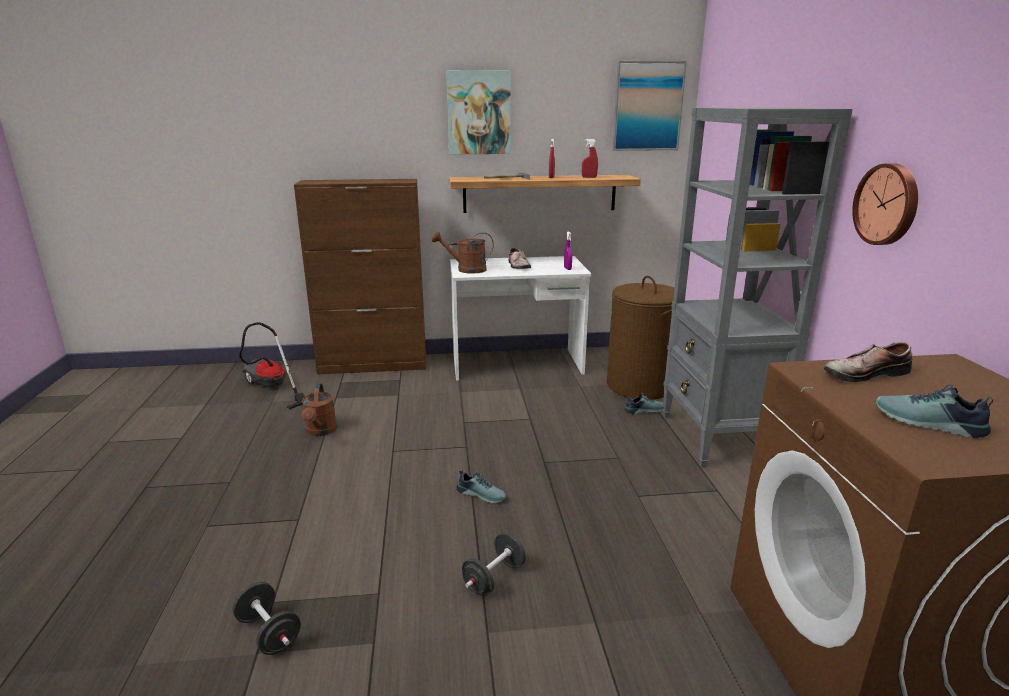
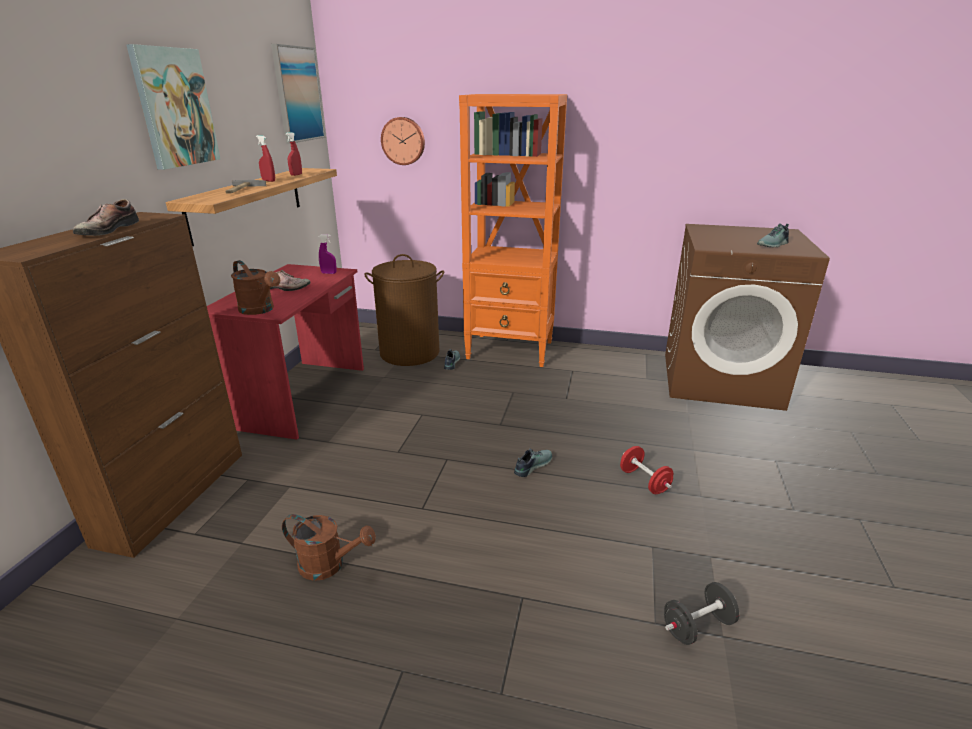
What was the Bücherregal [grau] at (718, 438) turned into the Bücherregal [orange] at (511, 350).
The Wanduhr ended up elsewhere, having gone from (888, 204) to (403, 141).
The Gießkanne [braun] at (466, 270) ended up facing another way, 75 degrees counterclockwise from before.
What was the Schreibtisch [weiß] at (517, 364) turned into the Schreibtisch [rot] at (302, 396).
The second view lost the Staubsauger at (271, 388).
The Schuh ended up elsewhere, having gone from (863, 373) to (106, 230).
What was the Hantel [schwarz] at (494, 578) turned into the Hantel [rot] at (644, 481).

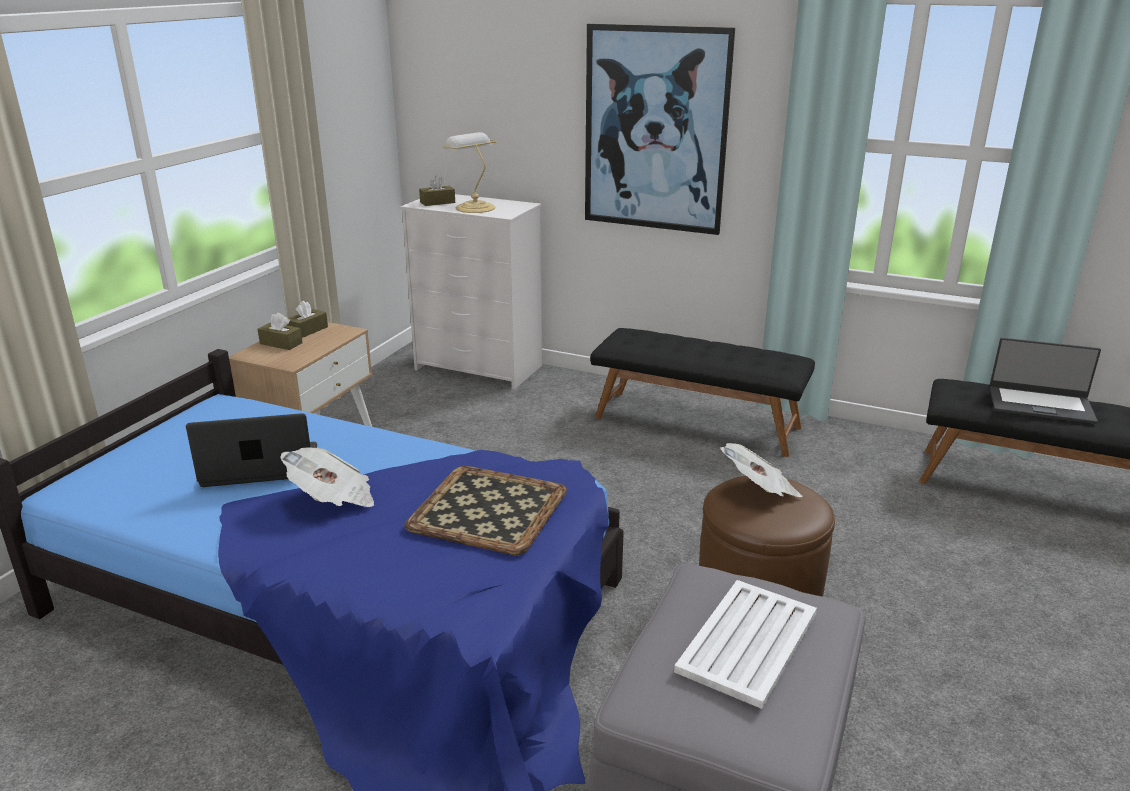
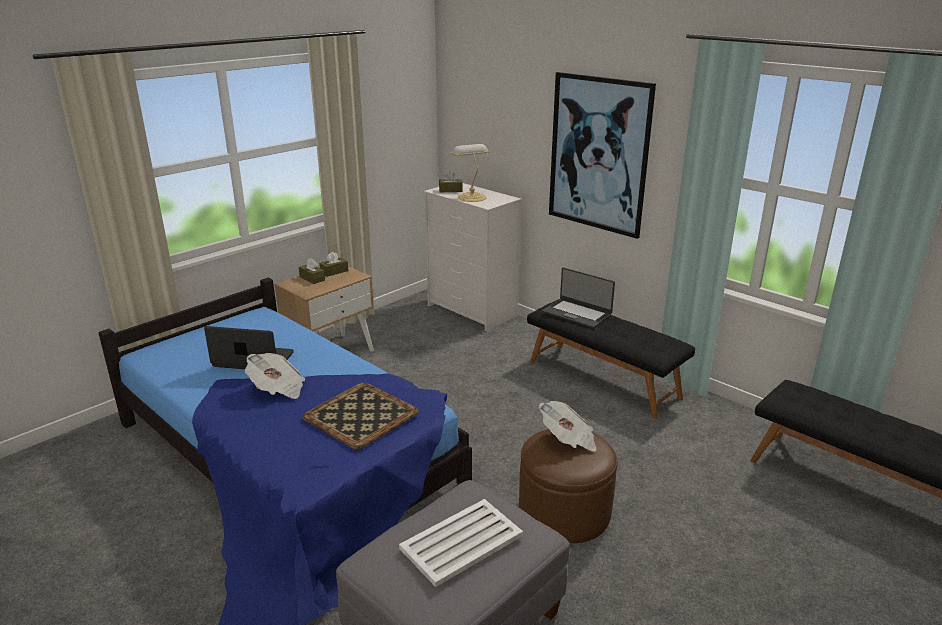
The Laptop ended up elsewhere, having gone from (1040, 405) to (577, 313).

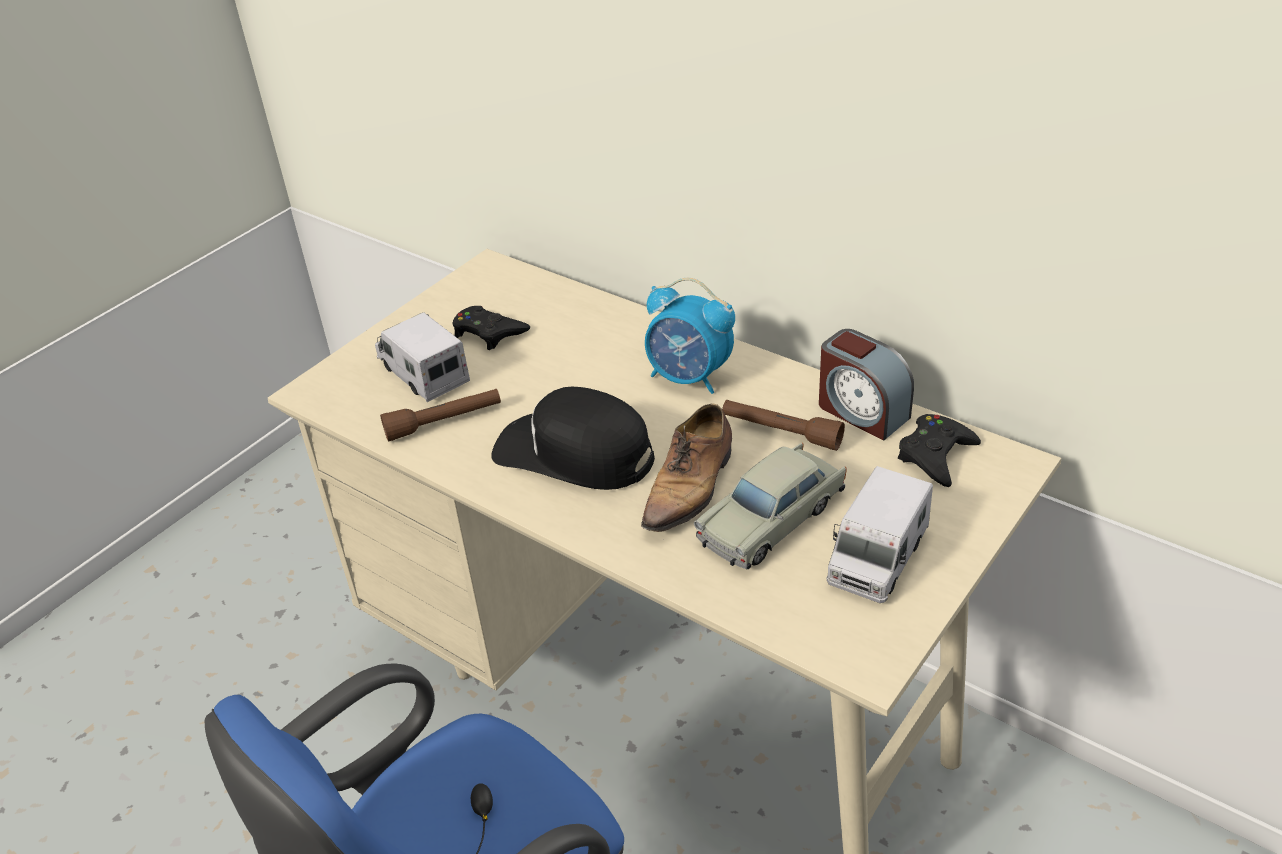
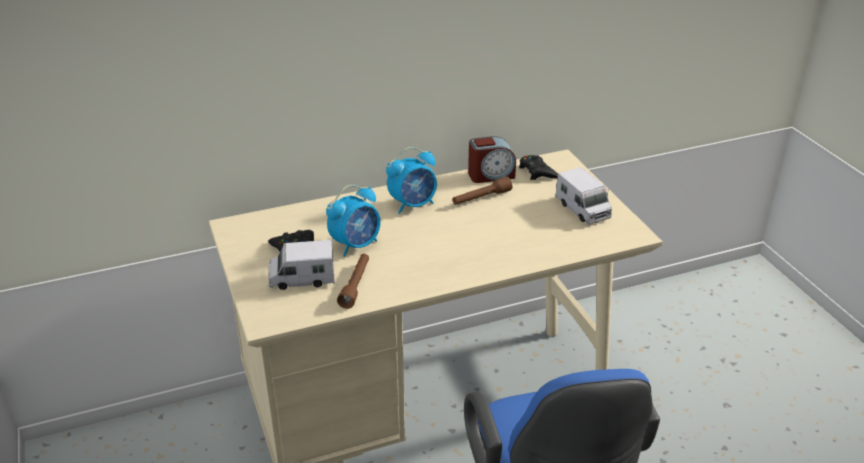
The second view lost the Kappe [schwarz] at (574, 453).
The second view lost the Schuh at (690, 486).
The second view lost the Spielzeugauto [beige] at (772, 520).
The second view gained the Wecker at (356, 245).

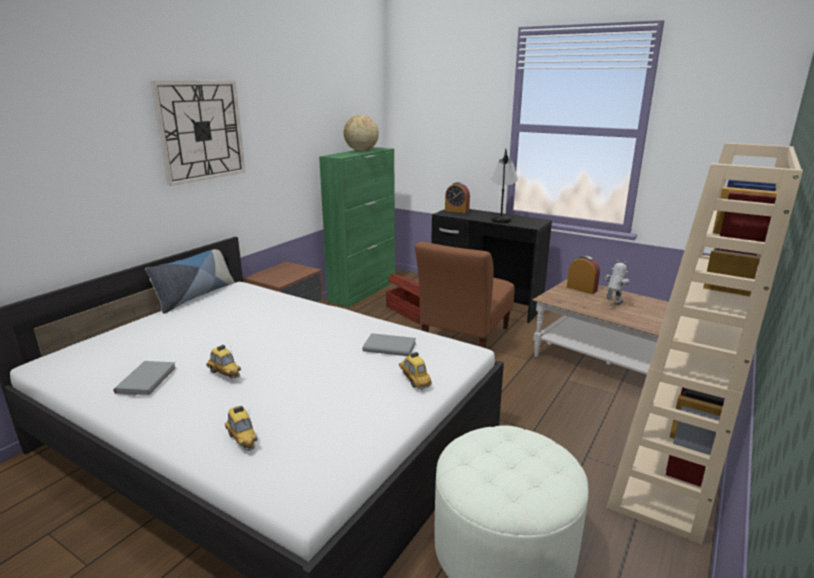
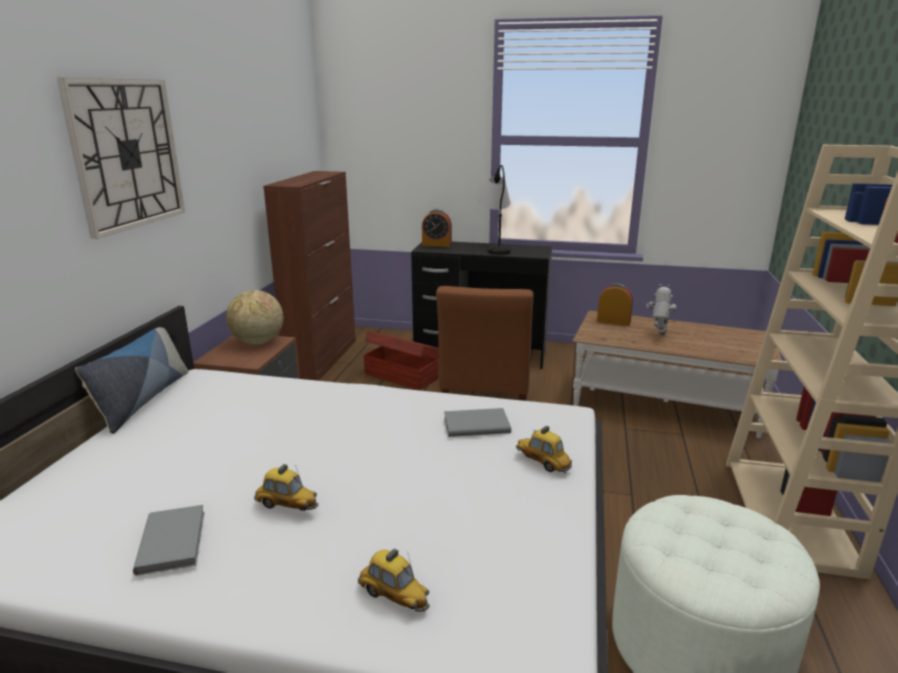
The Globus ended up elsewhere, having gone from (361, 151) to (257, 342).
What was the Schrank [grün] at (363, 291) turned into the Schrank [braun] at (322, 358).

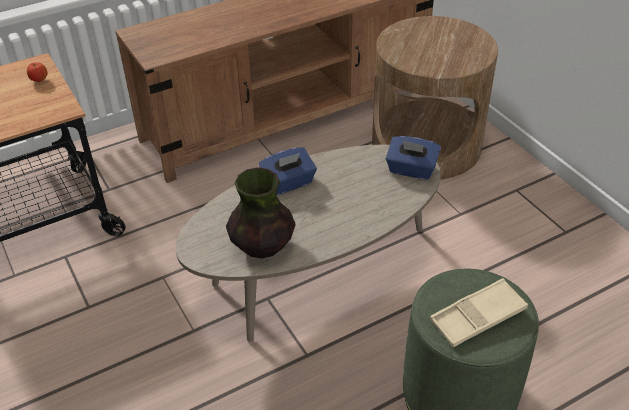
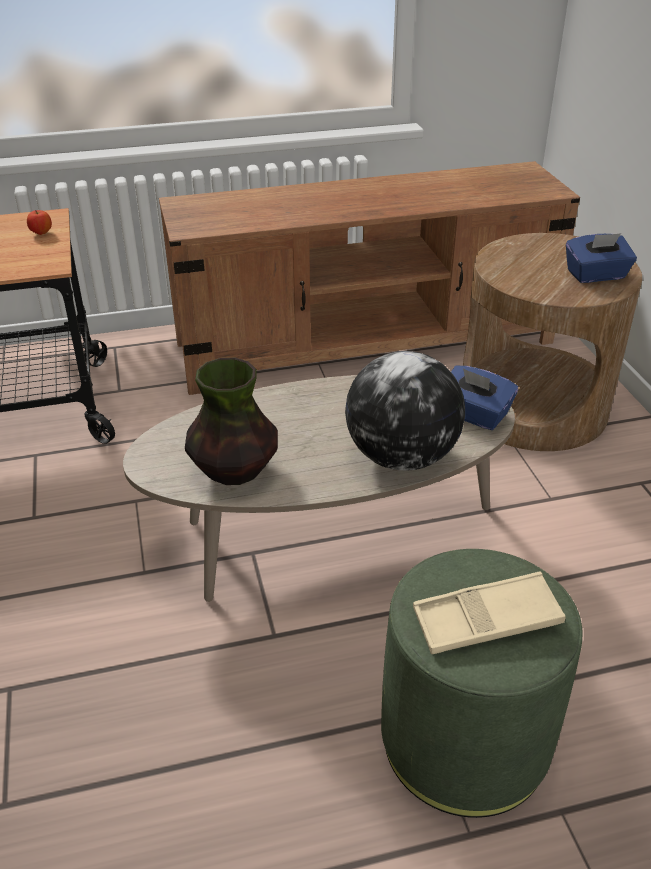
The Taschentuchbox [blau] ended up elsewhere, having gone from (289, 183) to (596, 275).
The second view gained the Globus at (401, 457).

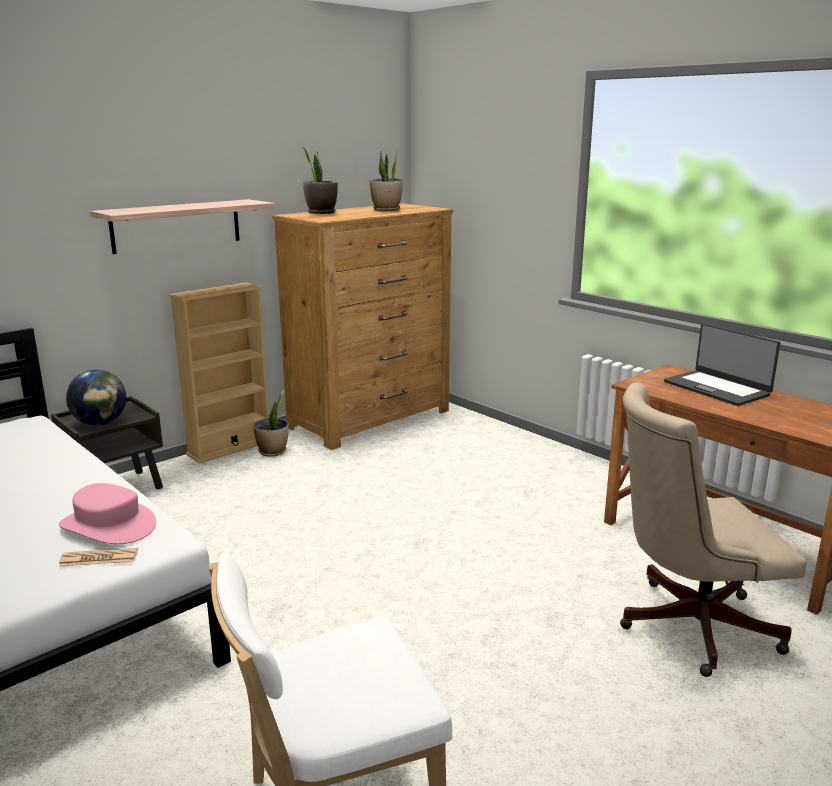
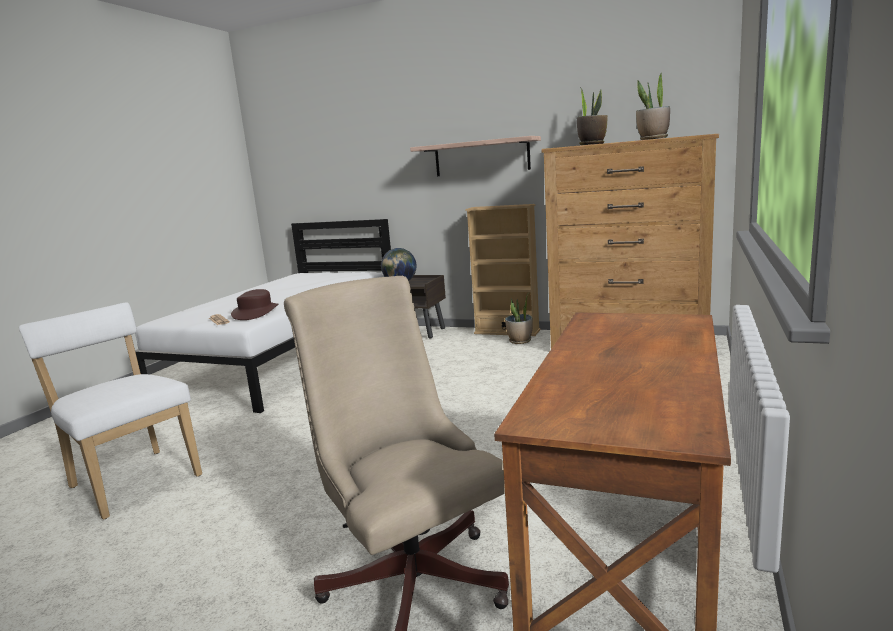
The second view lost the Laptop at (717, 388).
What was the Hut [rosa] at (109, 525) turned into the Hut [braun] at (256, 312).

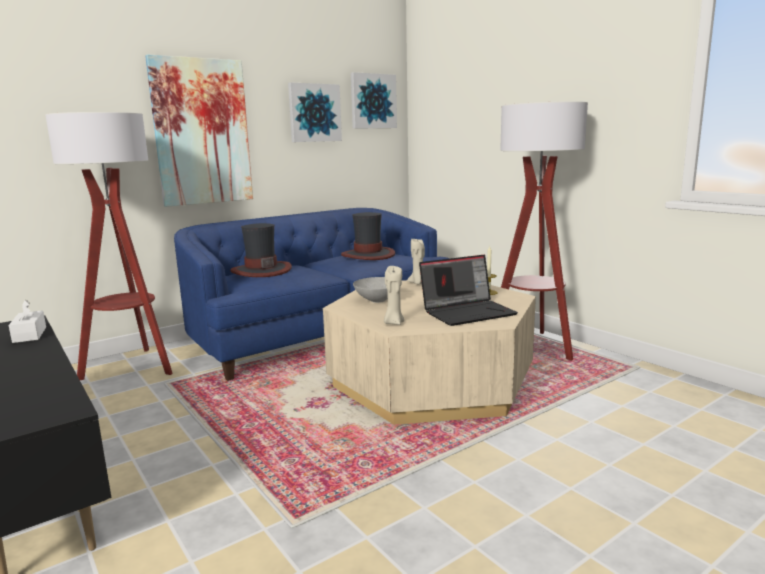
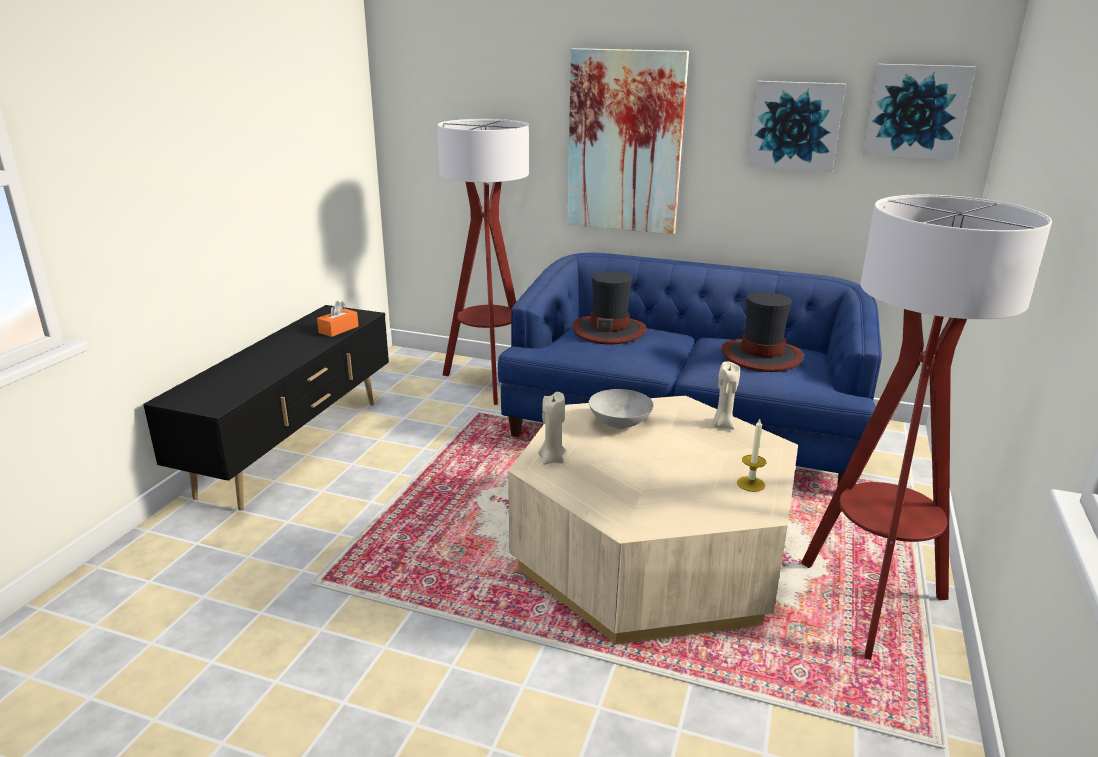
The second view lost the Laptop at (468, 312).
What was the Taschentuchbox [weiß] at (29, 335) turned into the Taschentuchbox [orange] at (338, 329).

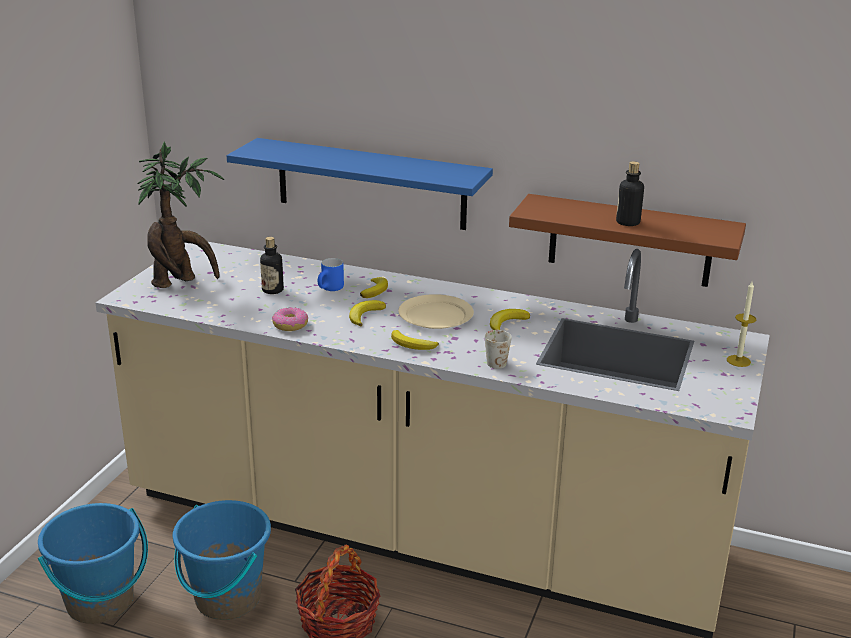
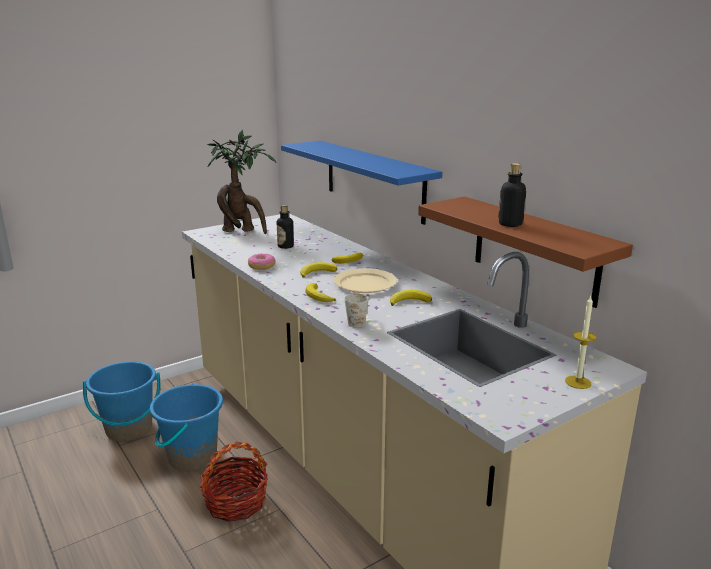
The second view lost the Henkelbecher [blau] at (331, 290).

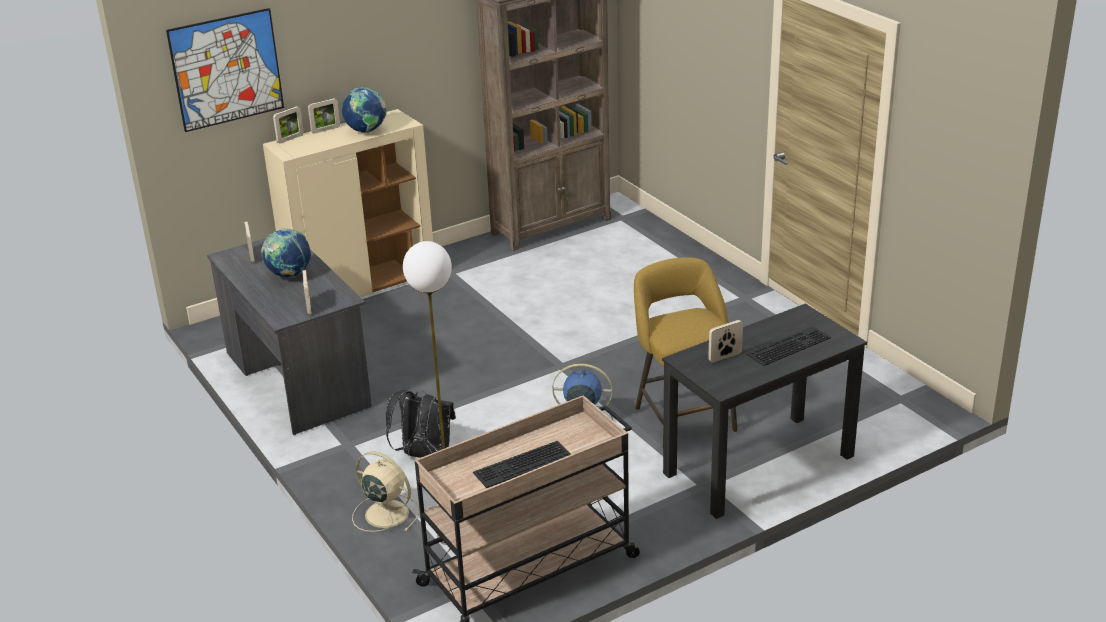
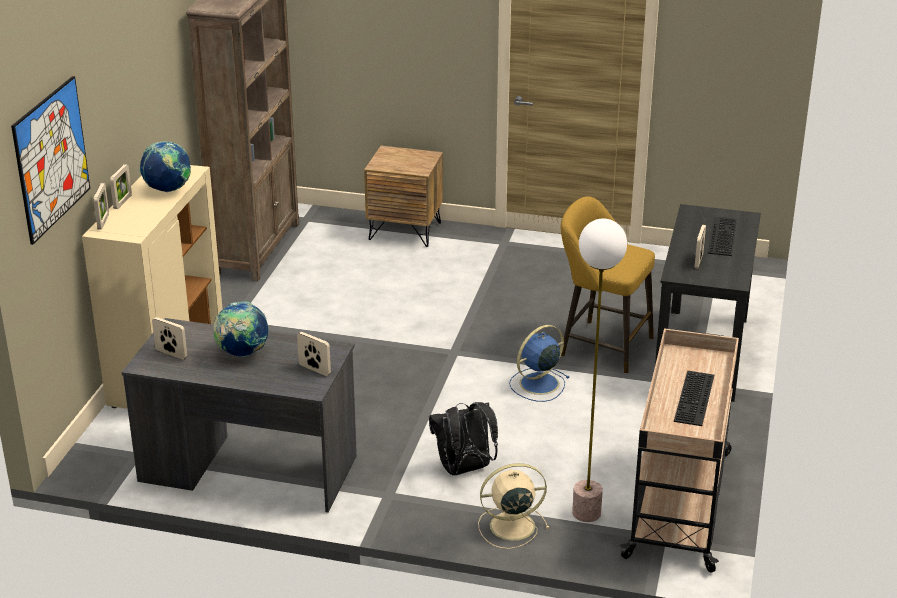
The second view gained the Nachttisch [braun] at (405, 231).

